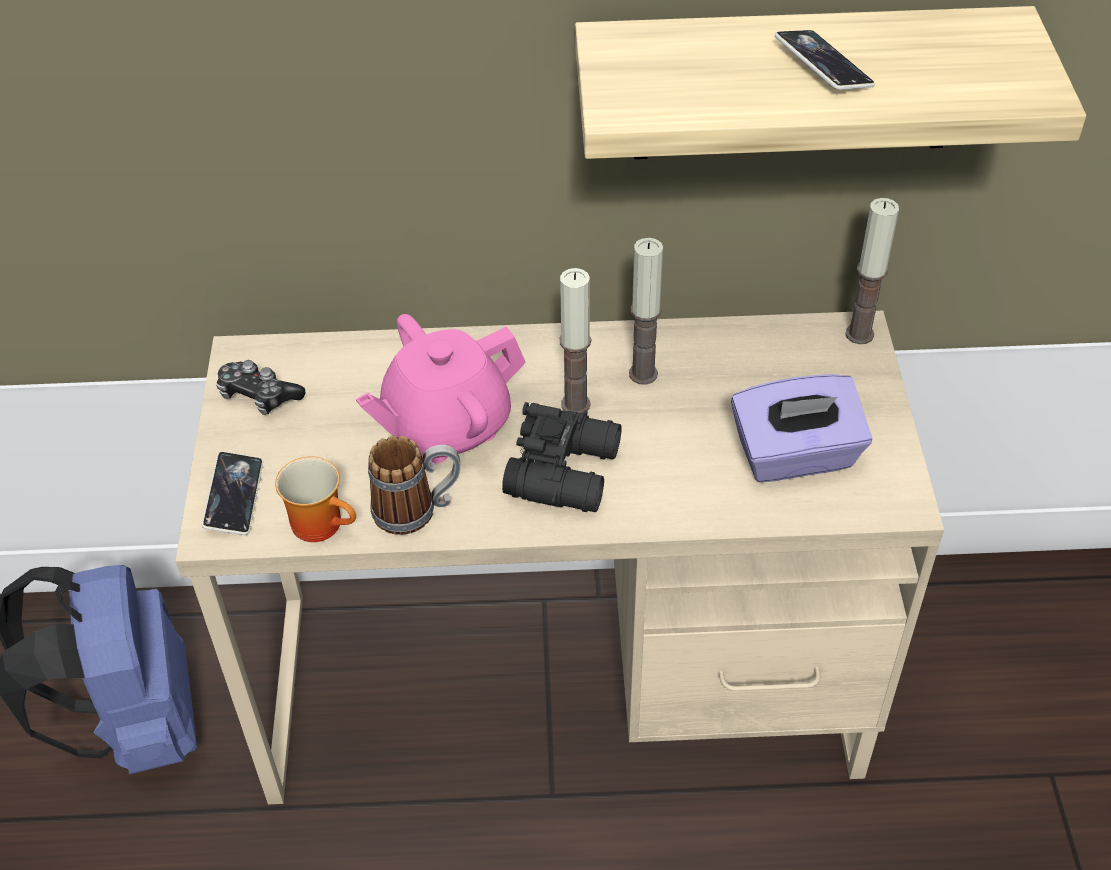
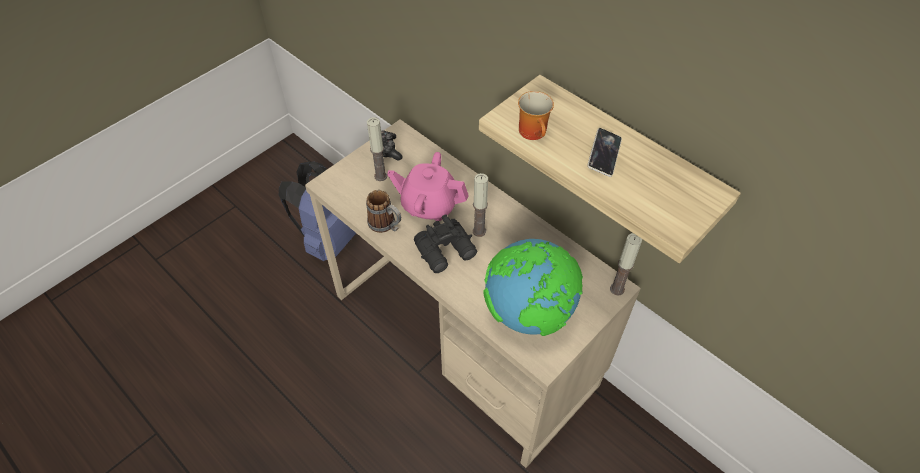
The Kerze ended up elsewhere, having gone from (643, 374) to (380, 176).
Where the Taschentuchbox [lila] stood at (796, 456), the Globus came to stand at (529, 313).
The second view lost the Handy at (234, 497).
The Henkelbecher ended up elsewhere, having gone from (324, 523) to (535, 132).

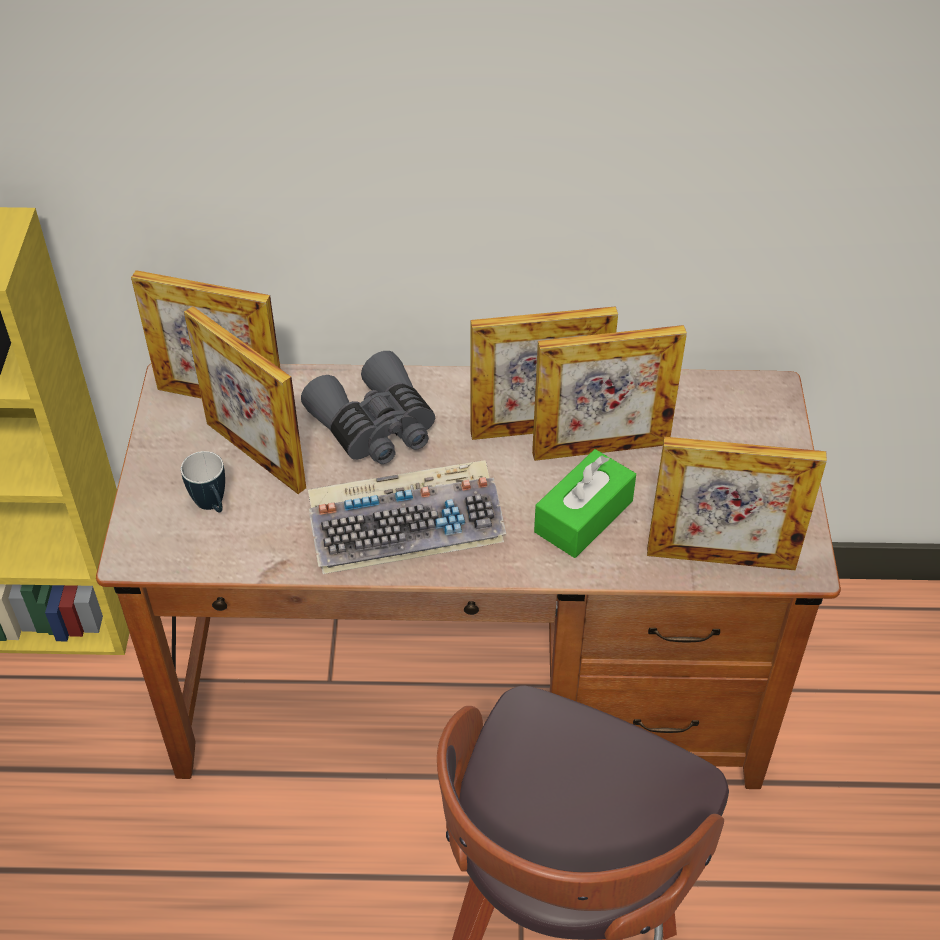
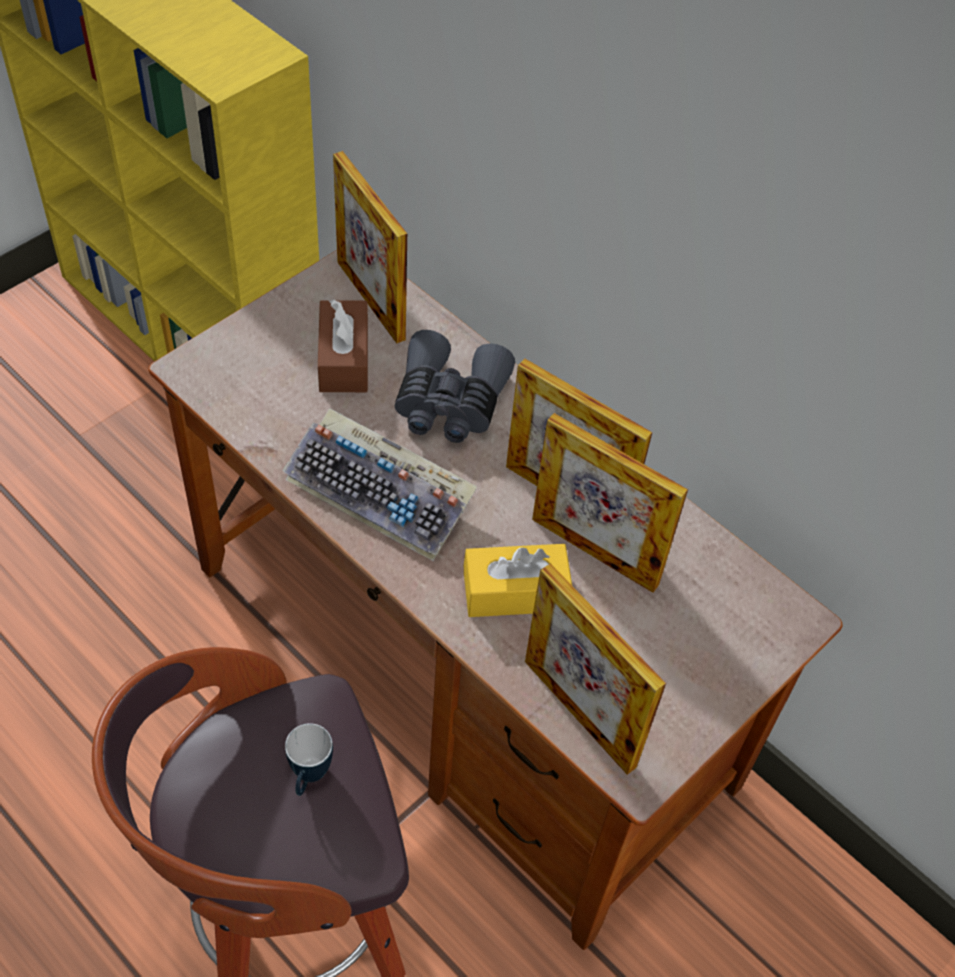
Where the Bilderrahmen stood at (255, 455), the Taschentuchbox [braun] came to stand at (344, 359).
What was the Taschentuchbox [grün] at (583, 516) turned into the Taschentuchbox [gelb] at (515, 592).
The Henkelbecher ended up elsewhere, having gone from (213, 506) to (308, 778).

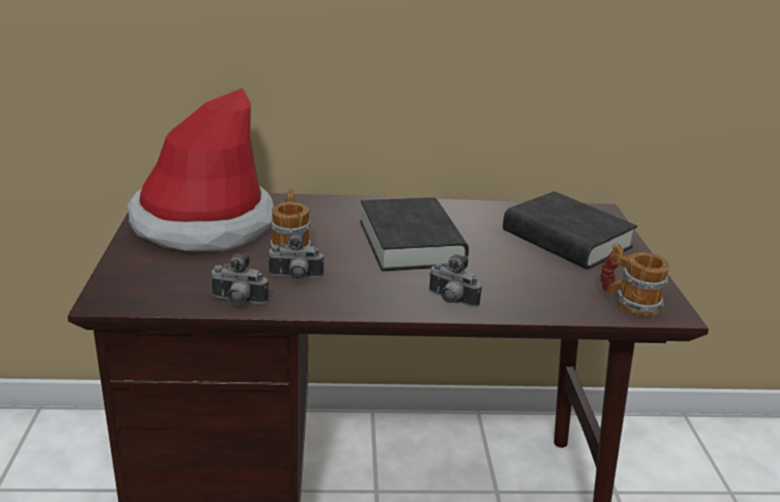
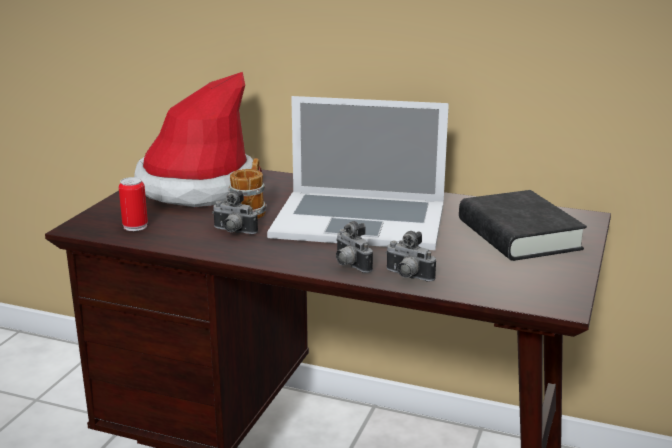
Where the Buch [schwarz] stood at (411, 243), the Laptop came to stand at (359, 220).
The second view lost the Henkelbecher at (628, 302).
The Kamera ended up elsewhere, having gone from (238, 302) to (407, 277).
The second view gained the Dose at (135, 226).

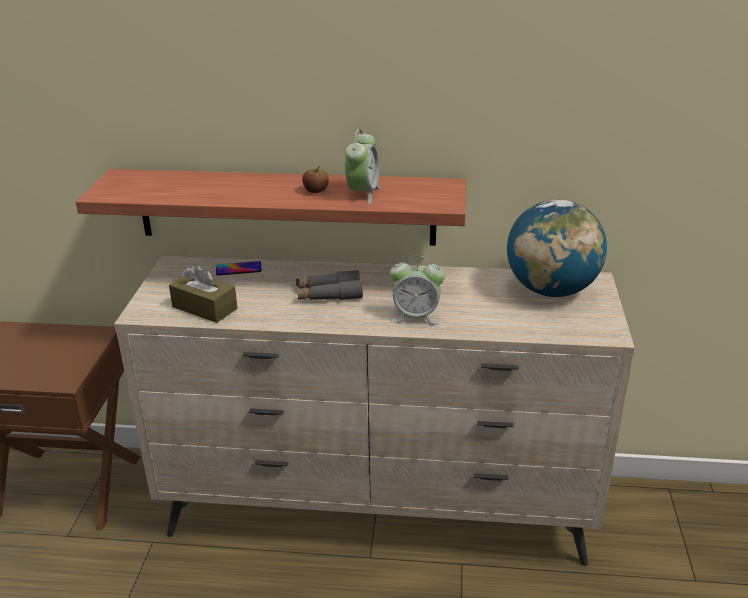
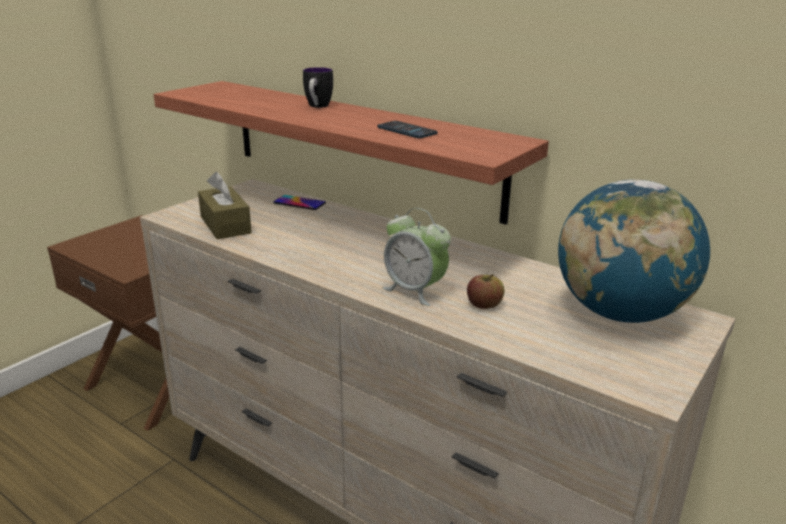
Where the Wecker stood at (363, 193), the Handy came to stand at (406, 131).
The Apfel ended up elsewhere, having gone from (316, 190) to (484, 304).
The second view lost the Fernglas [grau] at (329, 294).
The second view gained the Henkelbecher at (317, 107).

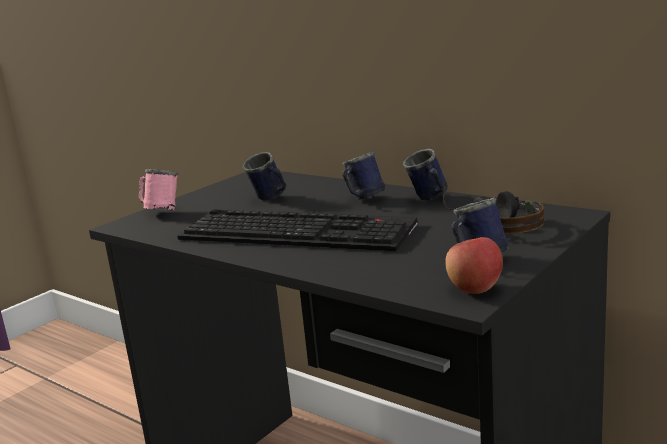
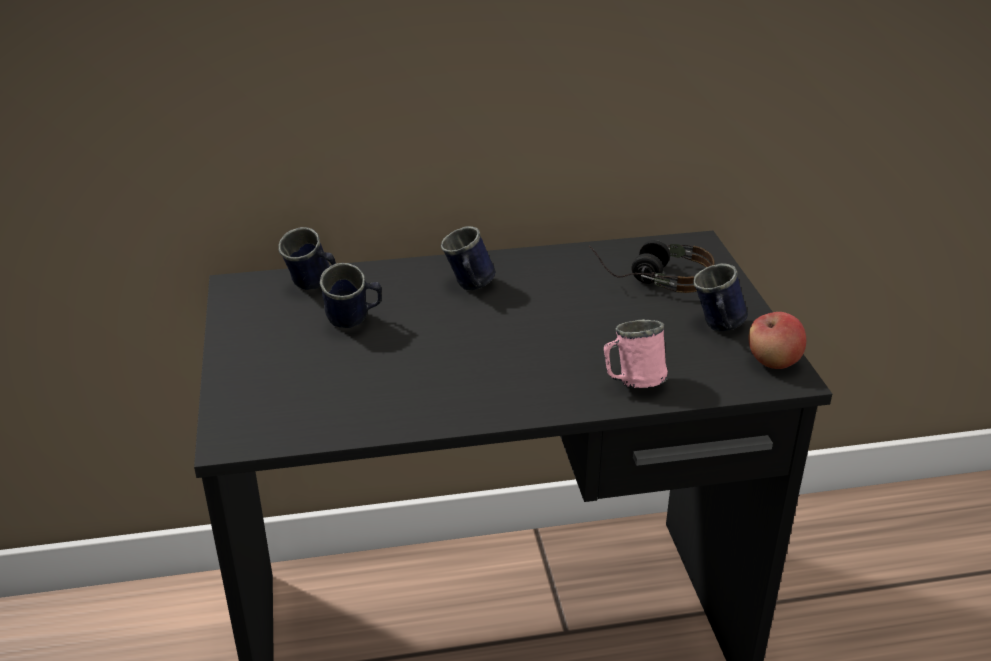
The Henkelbecher [blau] ended up elsewhere, having gone from (429, 199) to (314, 286).
The Henkelbecher [rosa] ended up elsewhere, having gone from (160, 211) to (631, 382).
The second view lost the Tastatur at (300, 230).

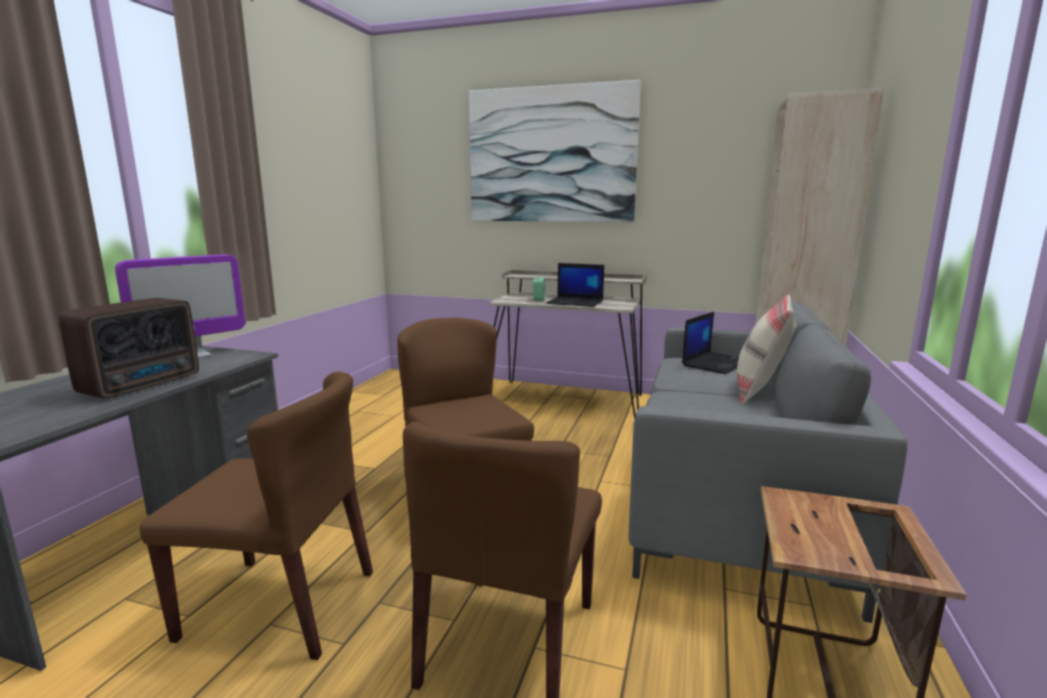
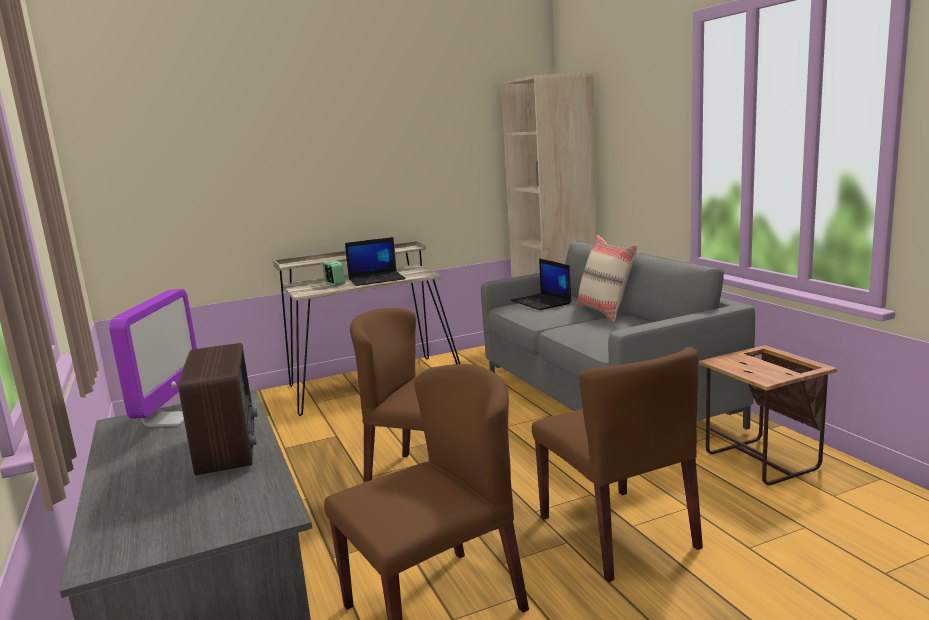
The second view lost the Bild at (551, 155).
The Laptop at (716, 363) ended up facing another way, 150 degrees clockwise from before.

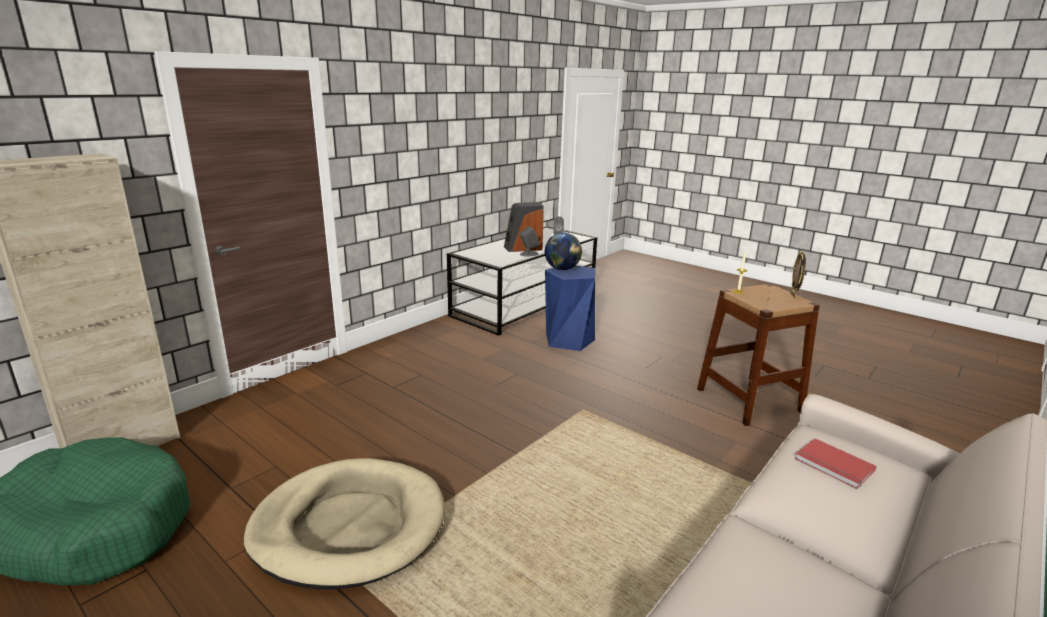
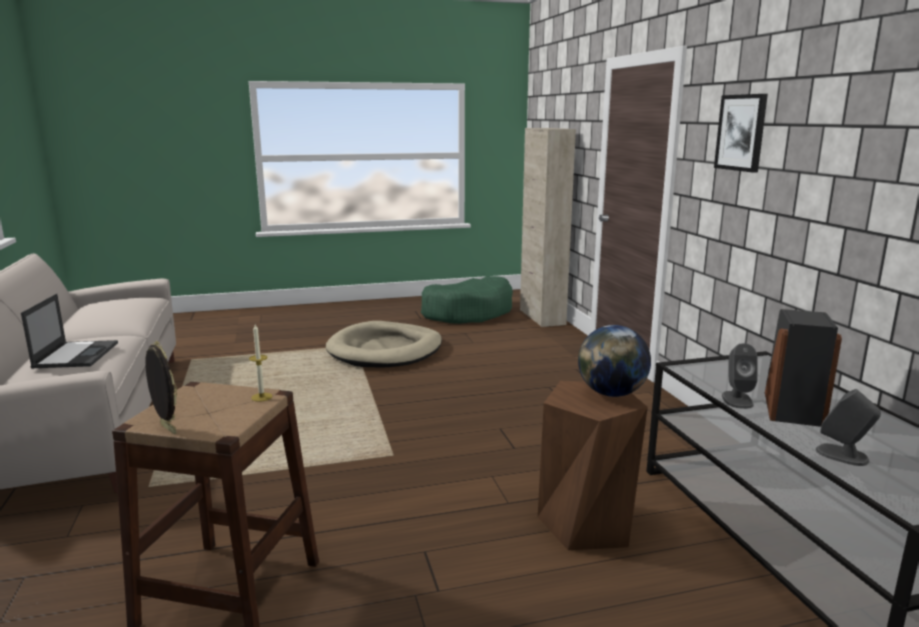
What was the Hocker [blau] at (568, 340) turned into the Hocker [braun] at (586, 523).
Where the Buch [rot] stood at (833, 466), the Laptop came to stand at (76, 354).
The second view gained the Bild at (741, 132).

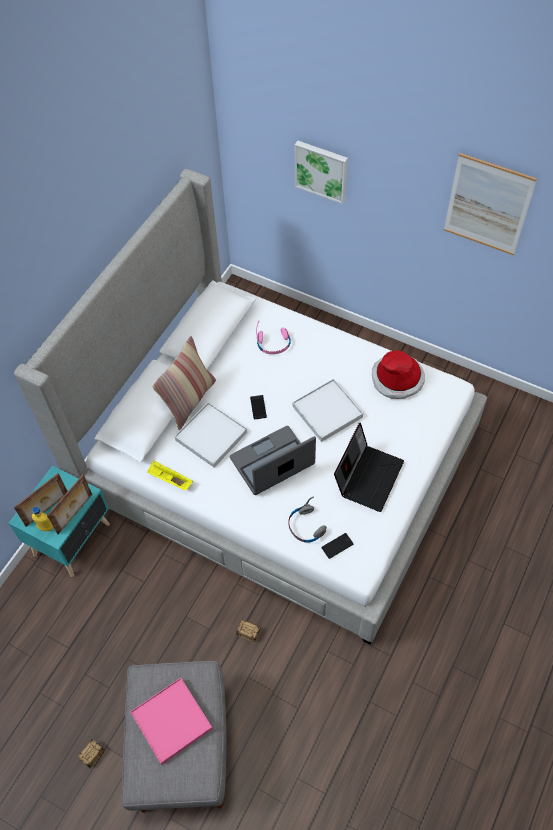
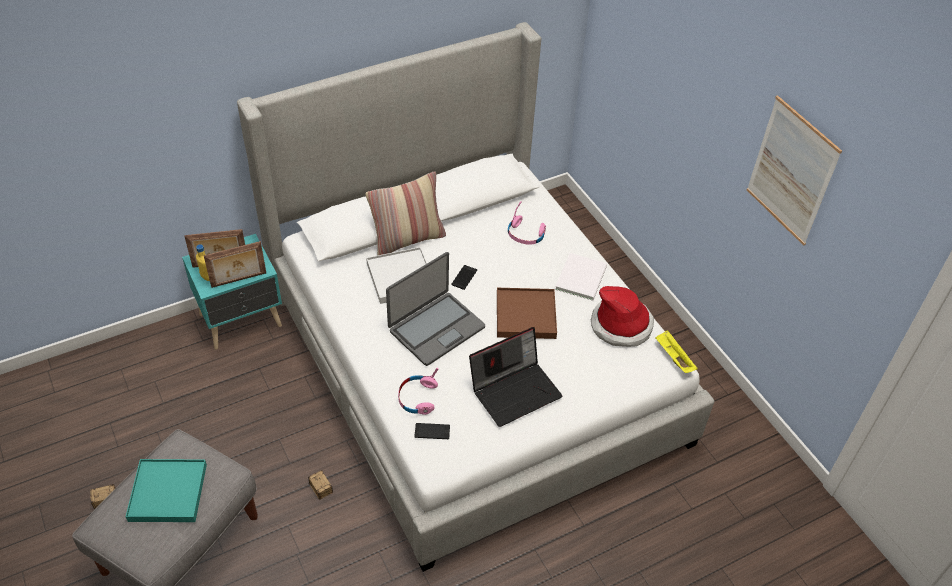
The second view lost the Bild at (322, 170).
What was the Tablett [weiß] at (327, 411) turned into the Tablett [braun] at (525, 315).
The Laptop at (272, 462) ended up facing another way, 135 degrees clockwise from before.
The Tablett [gelb] ended up elsewhere, having gone from (169, 479) to (673, 357).
What was the Kopfhörer [grau] at (306, 527) turned into the Kopfhörer [rosa] at (417, 398).
What was the Tablett [rosa] at (171, 721) turned into the Tablett [türkis] at (168, 492).
The second view gained the Buch [weiß] at (582, 277).

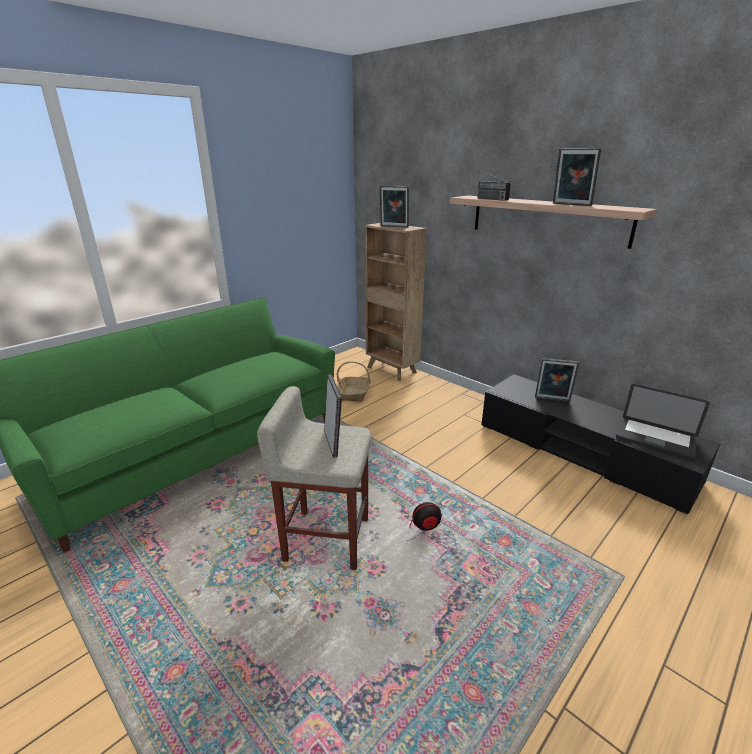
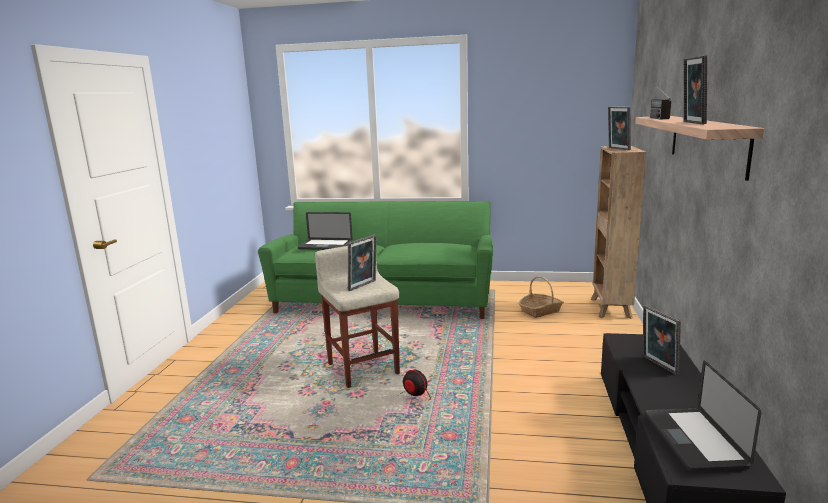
The second view gained the Laptop at (325, 246).

